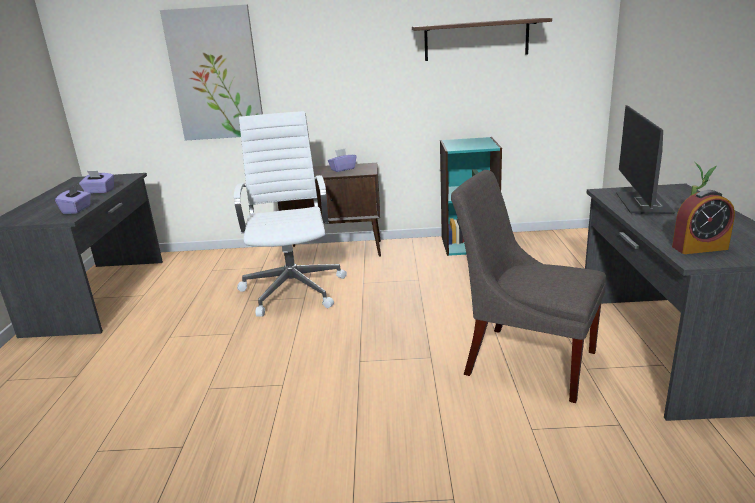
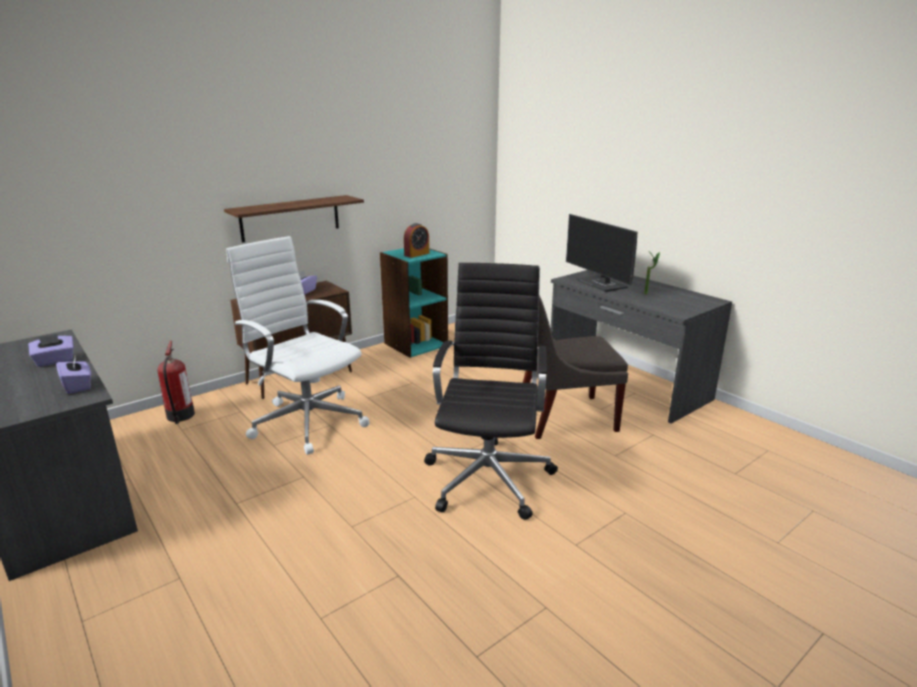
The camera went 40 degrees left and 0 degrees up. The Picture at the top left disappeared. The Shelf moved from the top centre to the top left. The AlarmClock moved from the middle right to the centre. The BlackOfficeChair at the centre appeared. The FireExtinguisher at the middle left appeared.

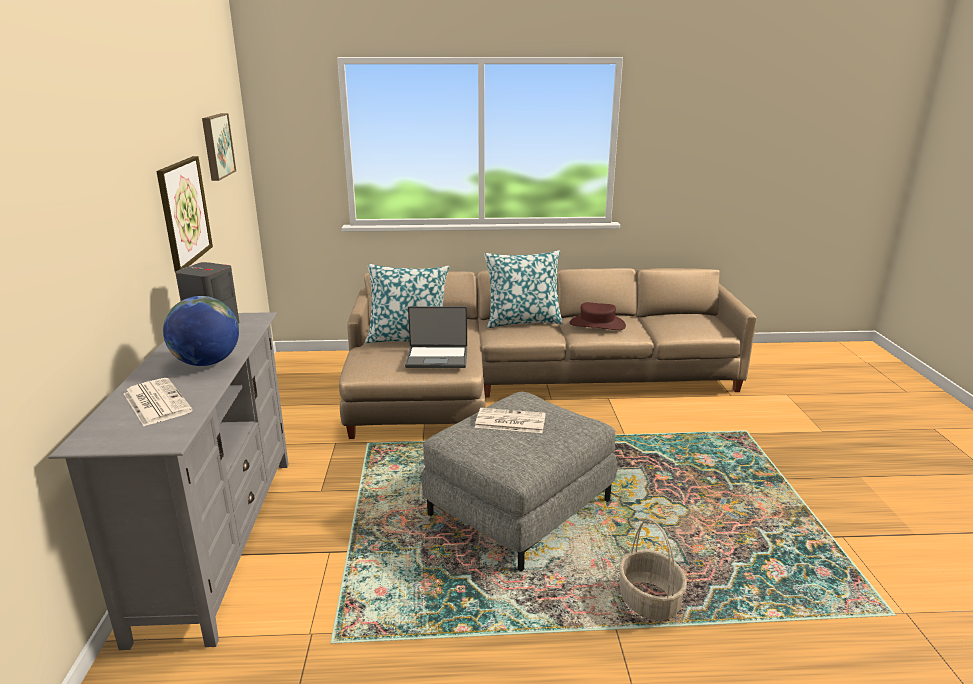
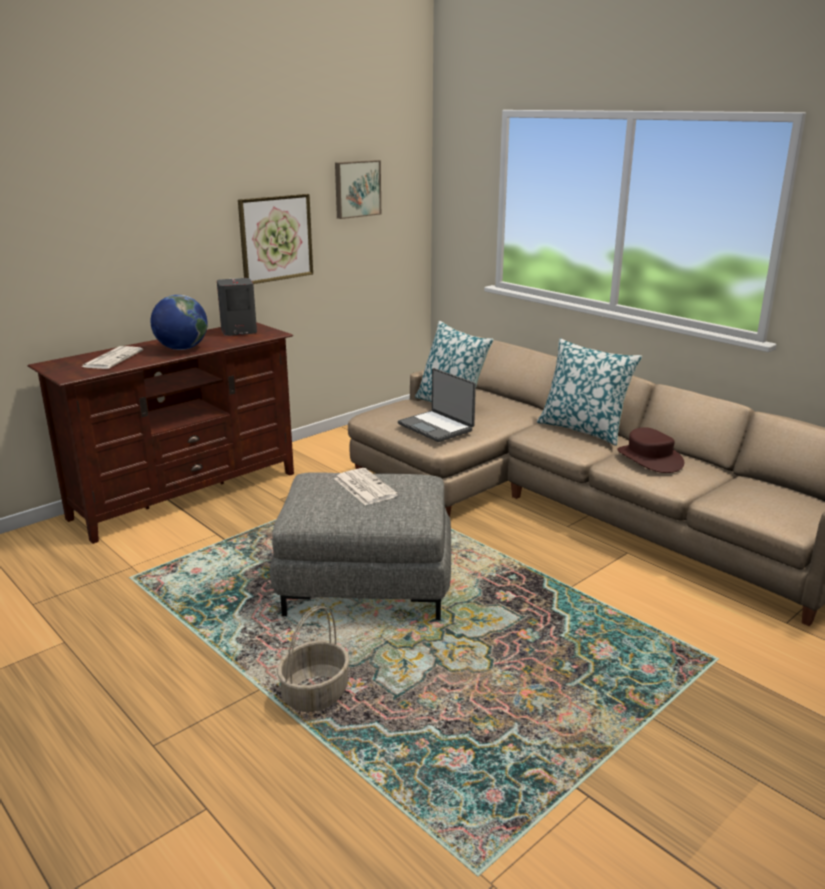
The camera went 50 degrees right and 0 degrees up. The GreyTvStand at the bottom left became the BrownTvStand at the middle left.

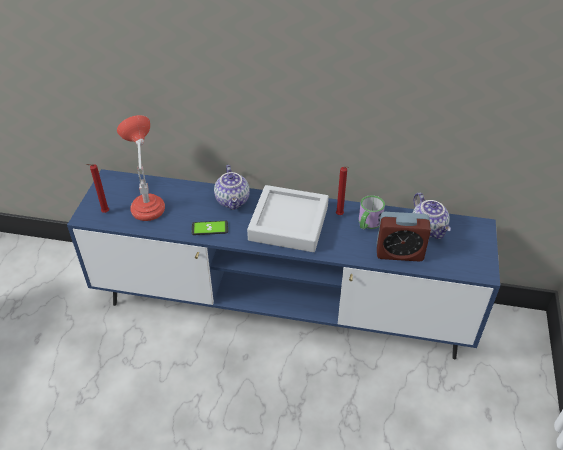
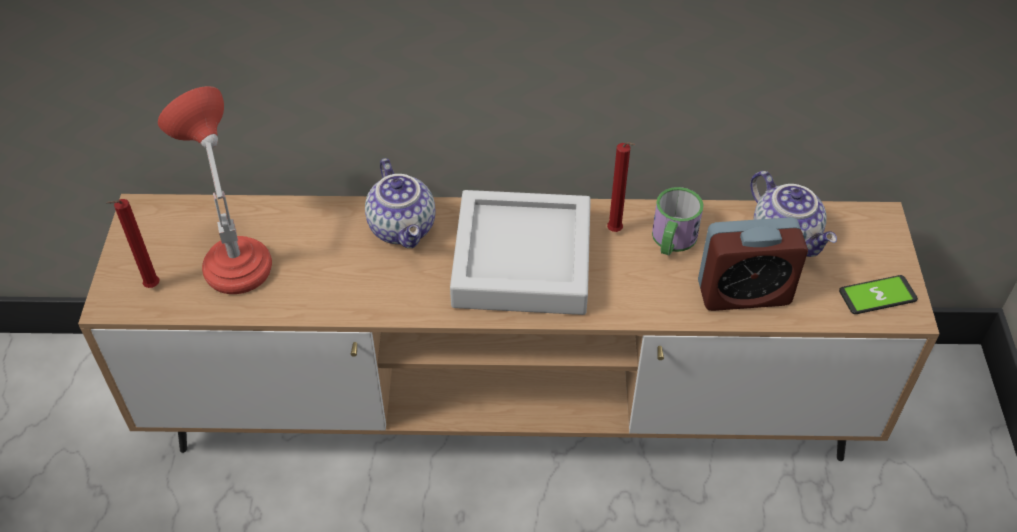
The camera went 10 degrees left and 5 degrees up. The BlueTvStand at the centre became the BrownTvStand at the centre. The Phone moved from the centre to the middle right.

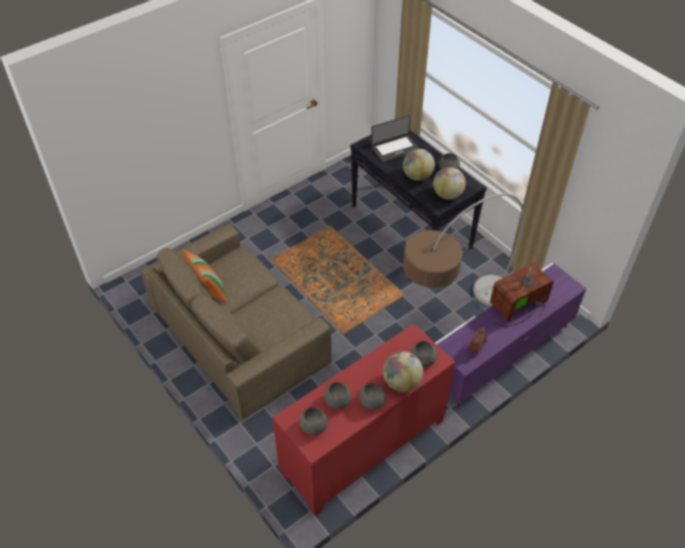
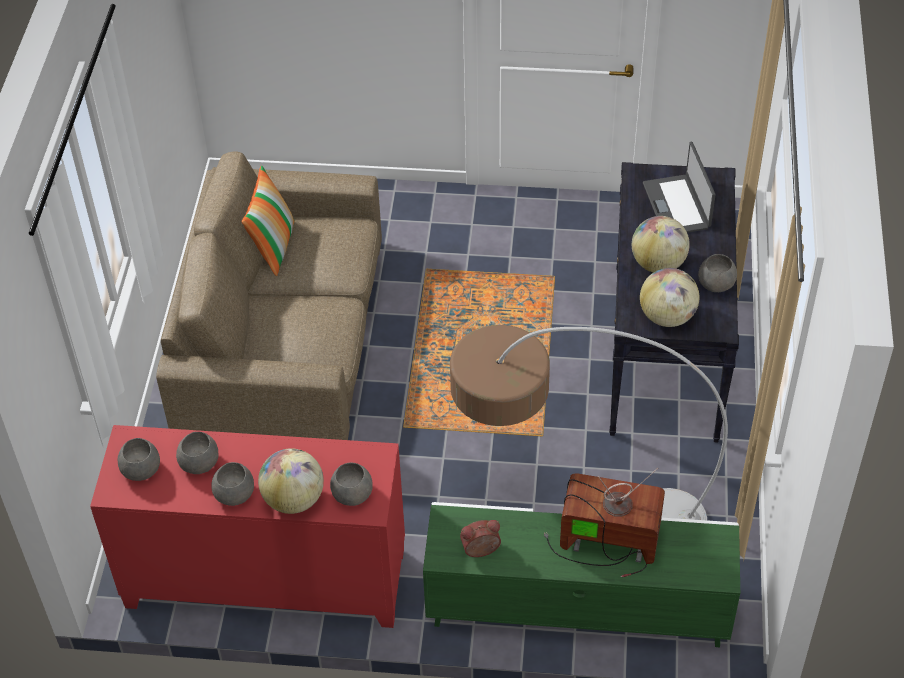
The camera went 45 degrees right and 0 degrees up. The Laptop at the top centre turned 60 degrees clockwise. The PurpleTvStand at the middle right became the GreenTvStand at the bottom centre.

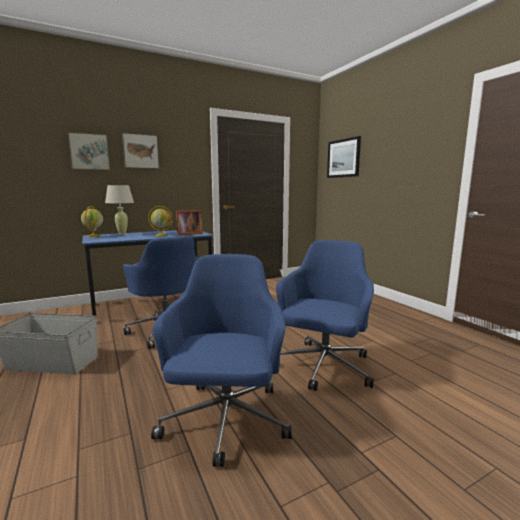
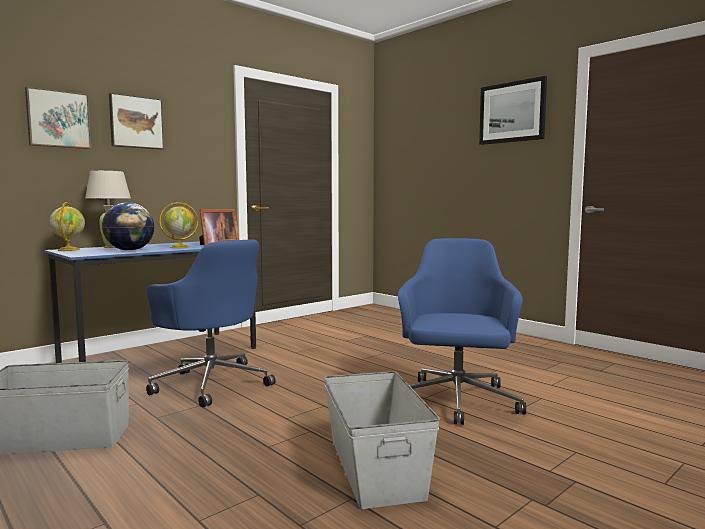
The camera went 15 degrees left and 5 degrees down. The Picture (3rd from left) moved from the top centre to the top right. The BlueOfficeChair (2nd from left) at the bottom centre was replaced by the GreyStorageBox (2nd from left) at the bottom centre. The Globe (2nd from left) at the middle left appeared.

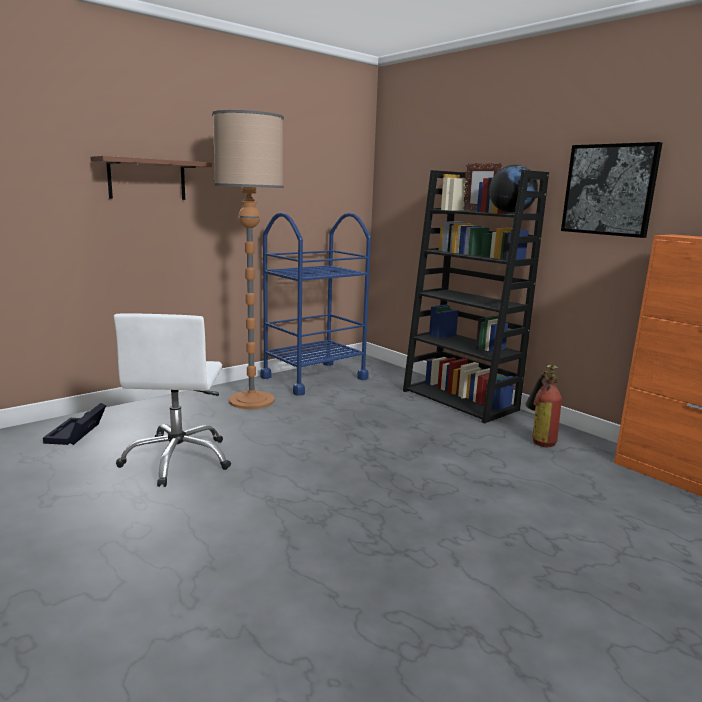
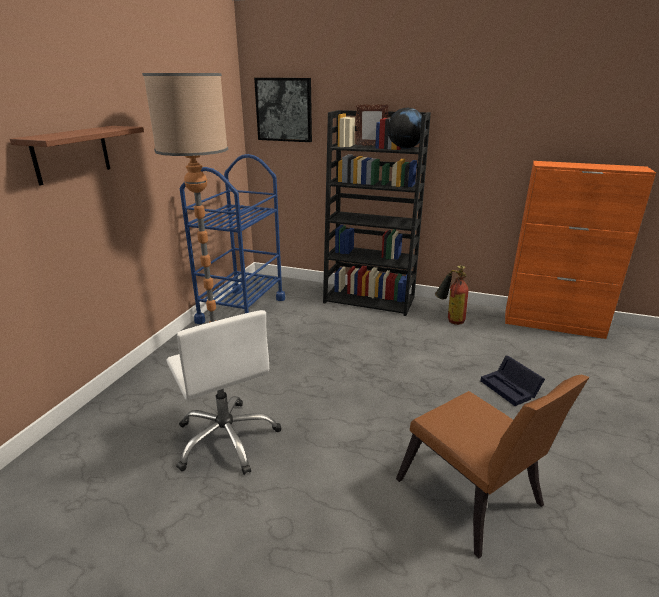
The camera went 30 degrees left and 10 degrees up. The Picture moved from the top right to the top centre. The BlackStorageBox moved from the middle left to the middle right. The BrownChair at the bottom right appeared.

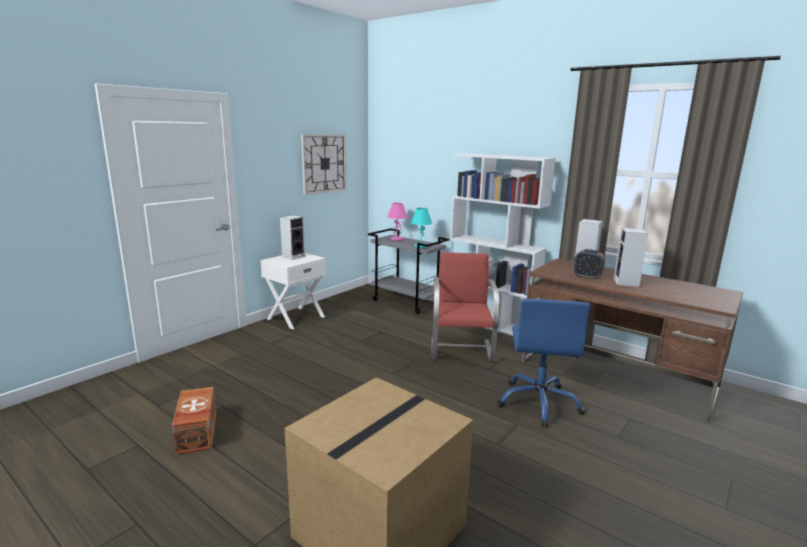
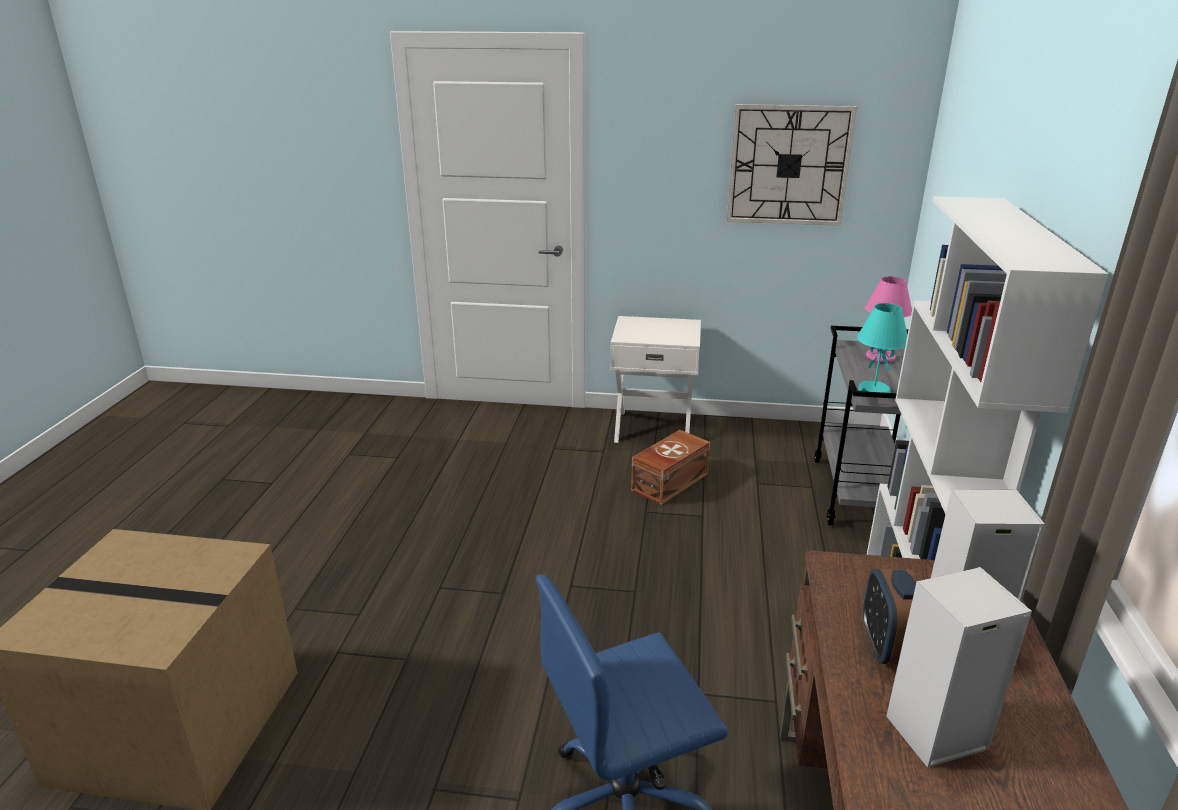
The camera went 60 degrees right and 10 degrees up. The Speaker (1st from left) at the centre disappeared. The RedChair at the centre disappeared. The BrownStorageBox moved from the bottom left to the centre.

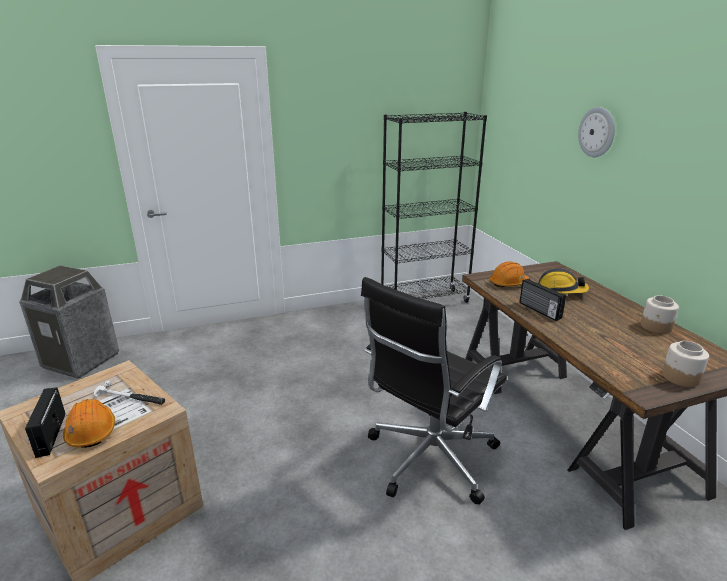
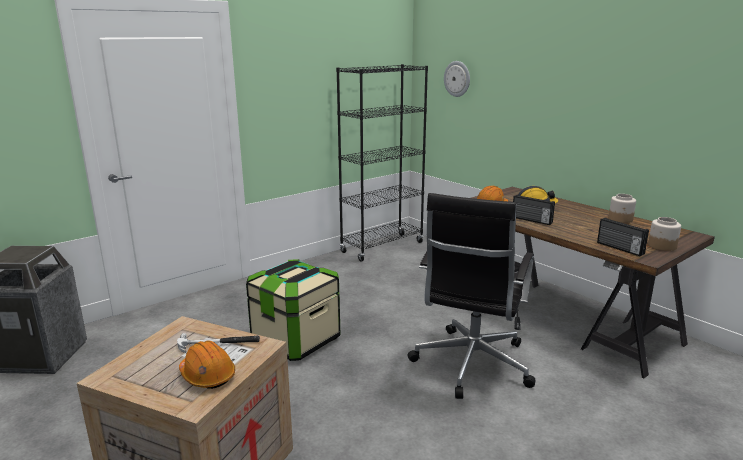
The camera went 20 degrees left and 5 degrees down. The WallClock moved from the top right to the top centre. The Radio (1st from left in the first image) moved from the bottom left to the middle right. The StorageBox at the bottom centre appeared.

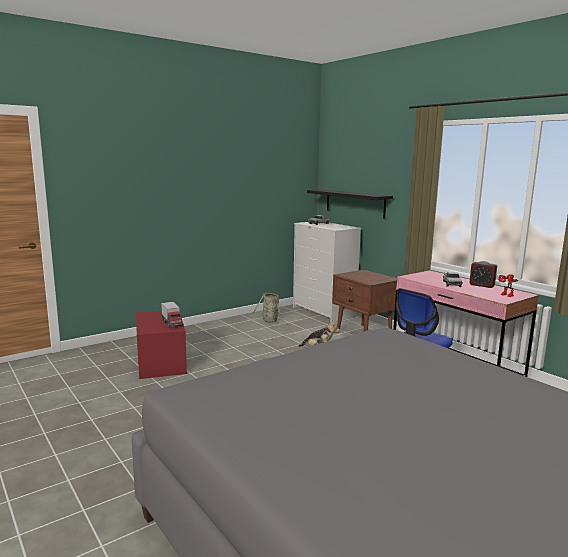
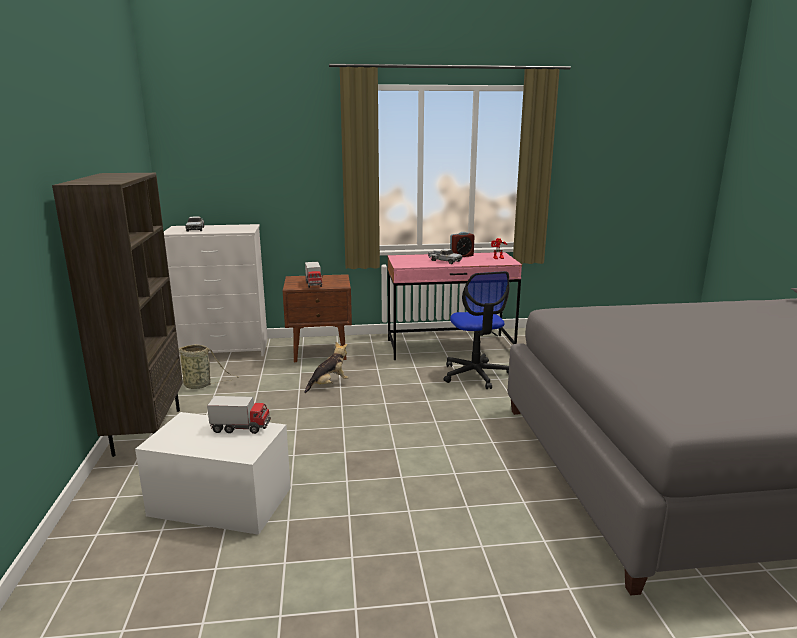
The camera went 60 degrees left and 5 degrees up. The BlackShelf at the centre disappeared. The RedStorageBox at the middle left became the WhiteStorageBox at the bottom left. The BrownBookcase at the middle left appeared. The ToyTruck (3rd from left) at the centre appeared.

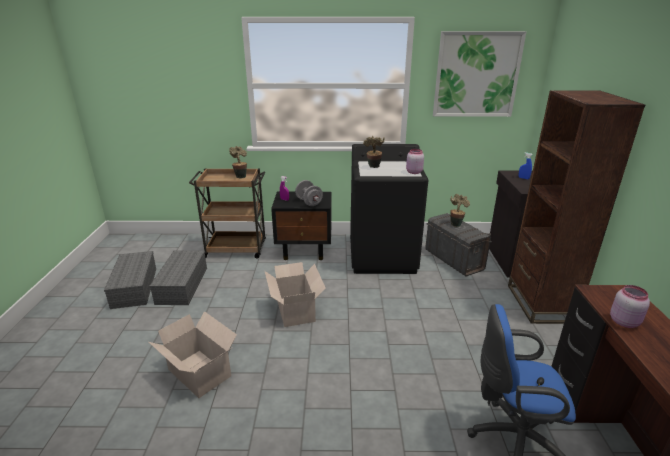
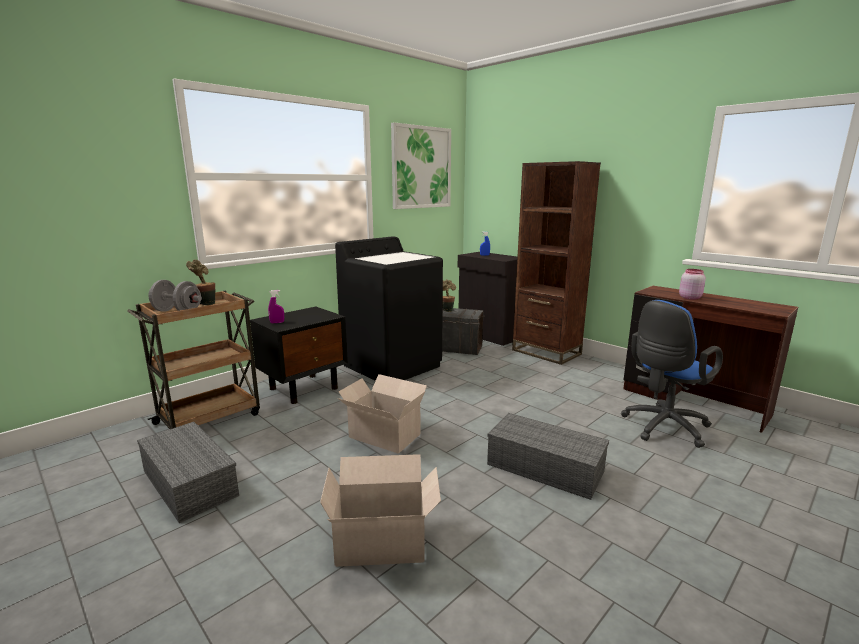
The camera went 45 degrees left and 10 degrees down. The PottedPlant (2nd from left) at the centre disappeared. The PinkJar (1st from left) at the centre disappeared. The GreyDumbbell moved from the centre to the middle left. The GreyStorageBox (1st from left in the first image) moved from the middle left to the bottom centre.

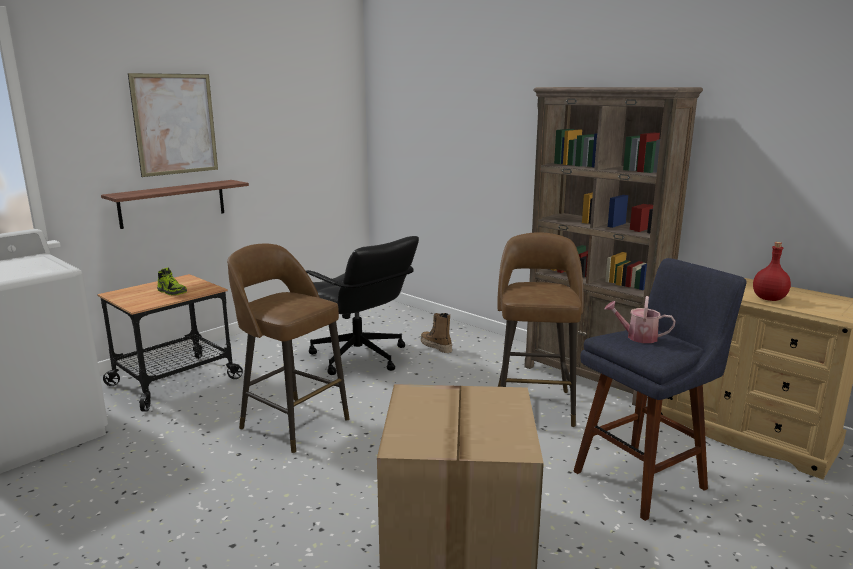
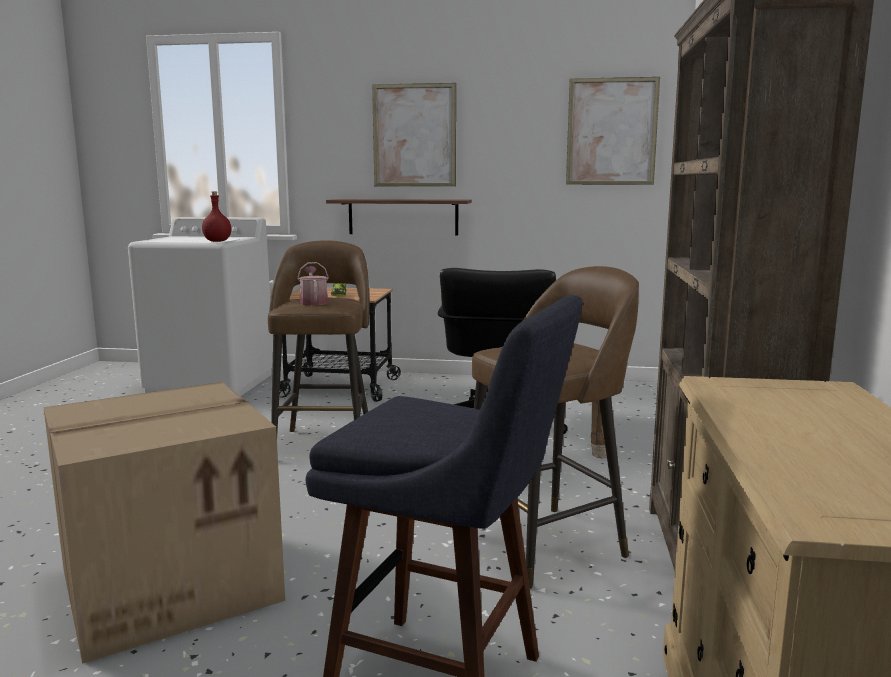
The camera went 55 degrees right and 5 degrees down. The RedBottle moved from the middle right to the top left. The WateringCan moved from the middle right to the centre. The Picture (2nd from left) at the top right appeared.

